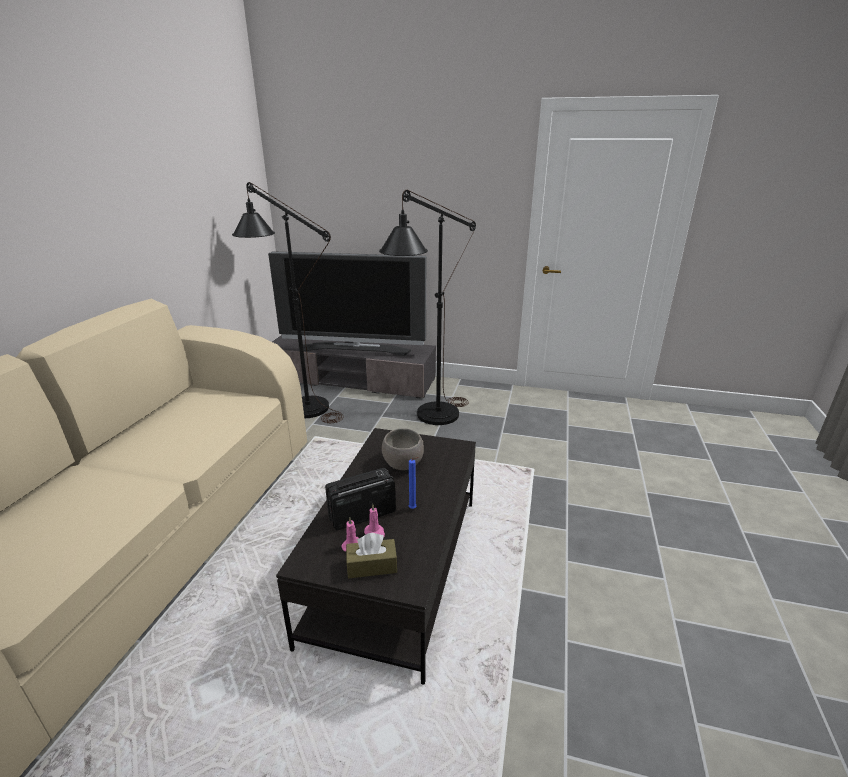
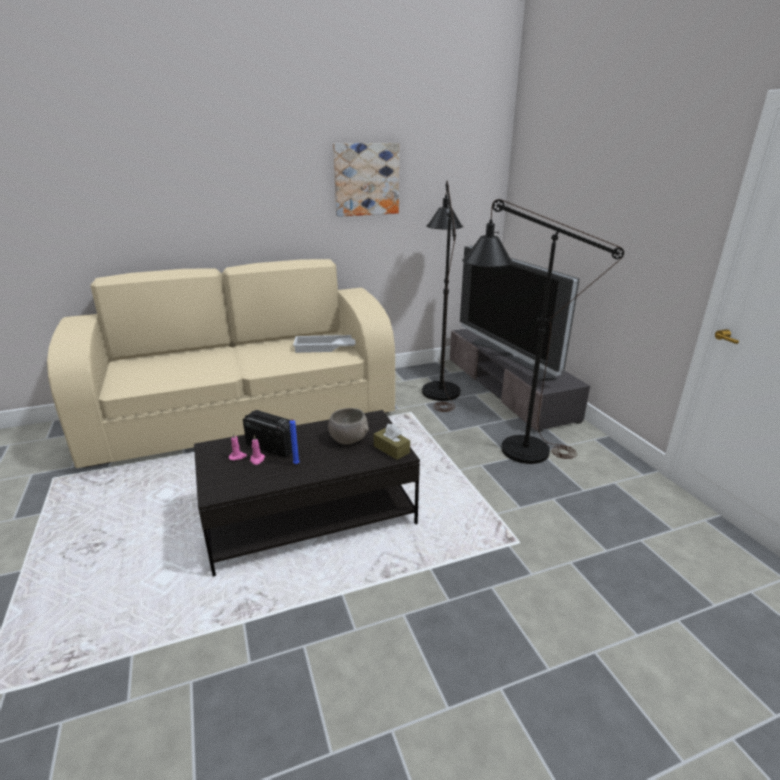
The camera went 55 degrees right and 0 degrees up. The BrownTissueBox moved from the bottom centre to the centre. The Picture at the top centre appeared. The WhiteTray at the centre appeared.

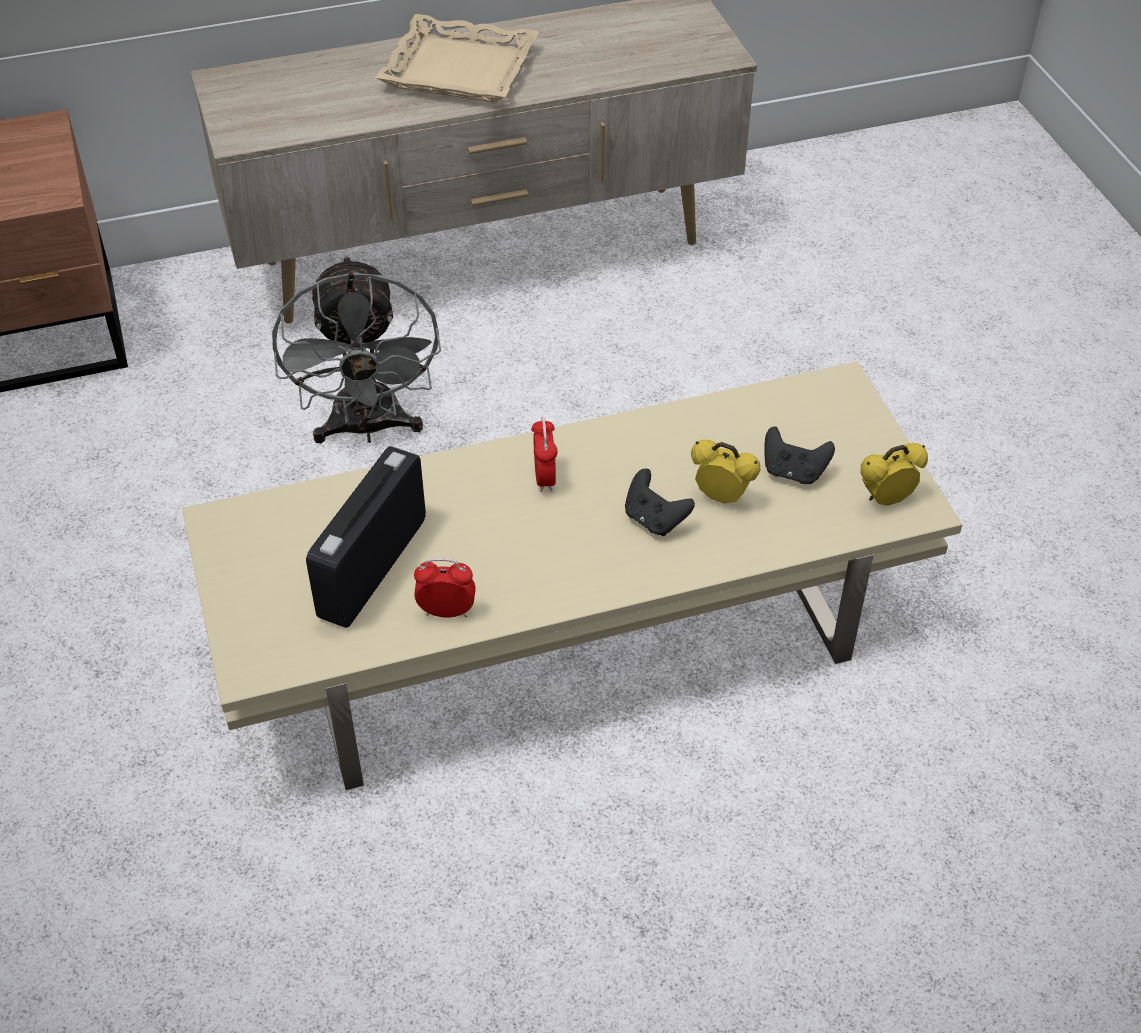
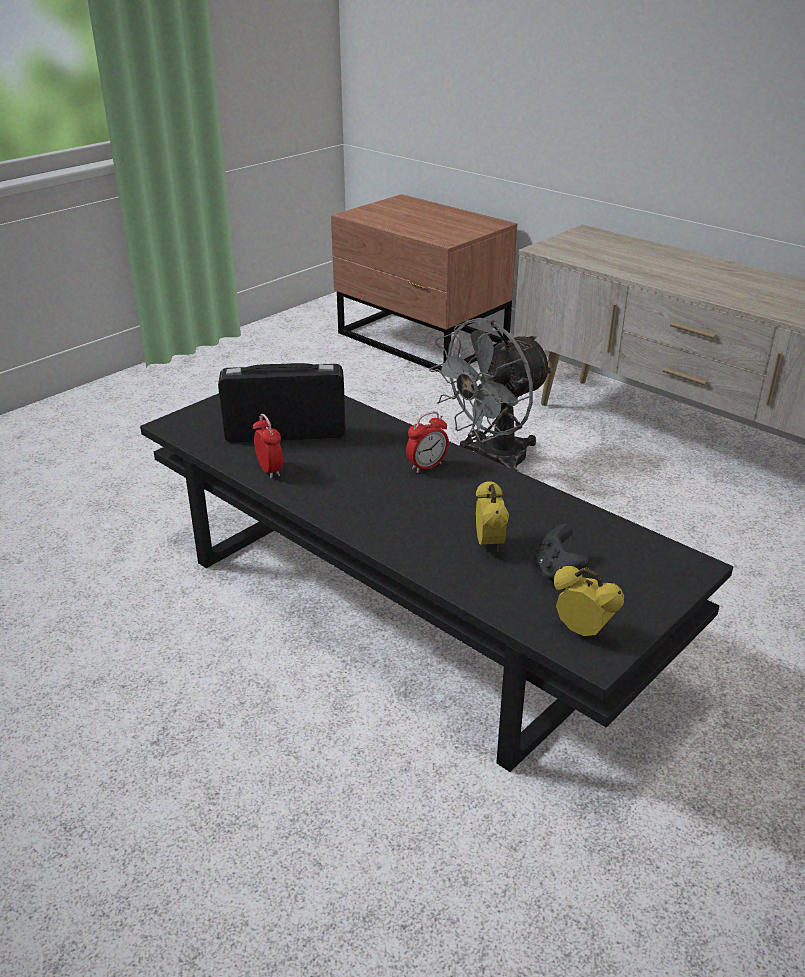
The camera went 60 degrees right and 15 degrees down. The BeigeTray at the top centre disappeared. The BeigeCoffeeTable at the centre became the BlackCoffeeTable at the centre. The BlackGameController (1st from left) at the centre disappeared.

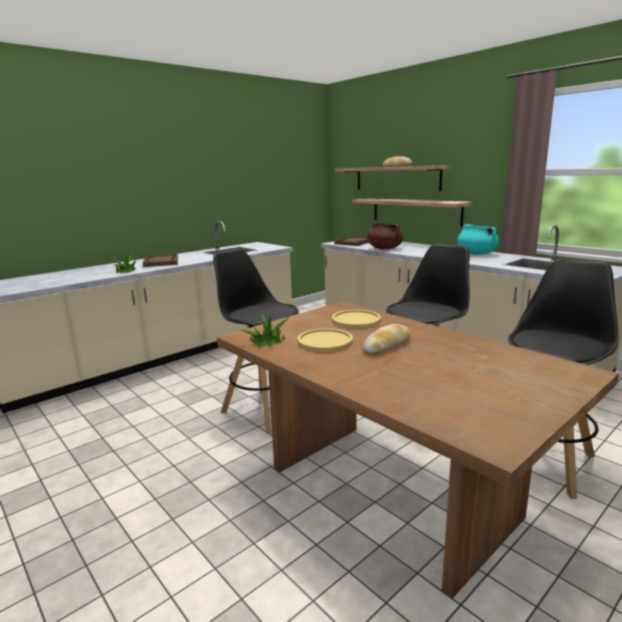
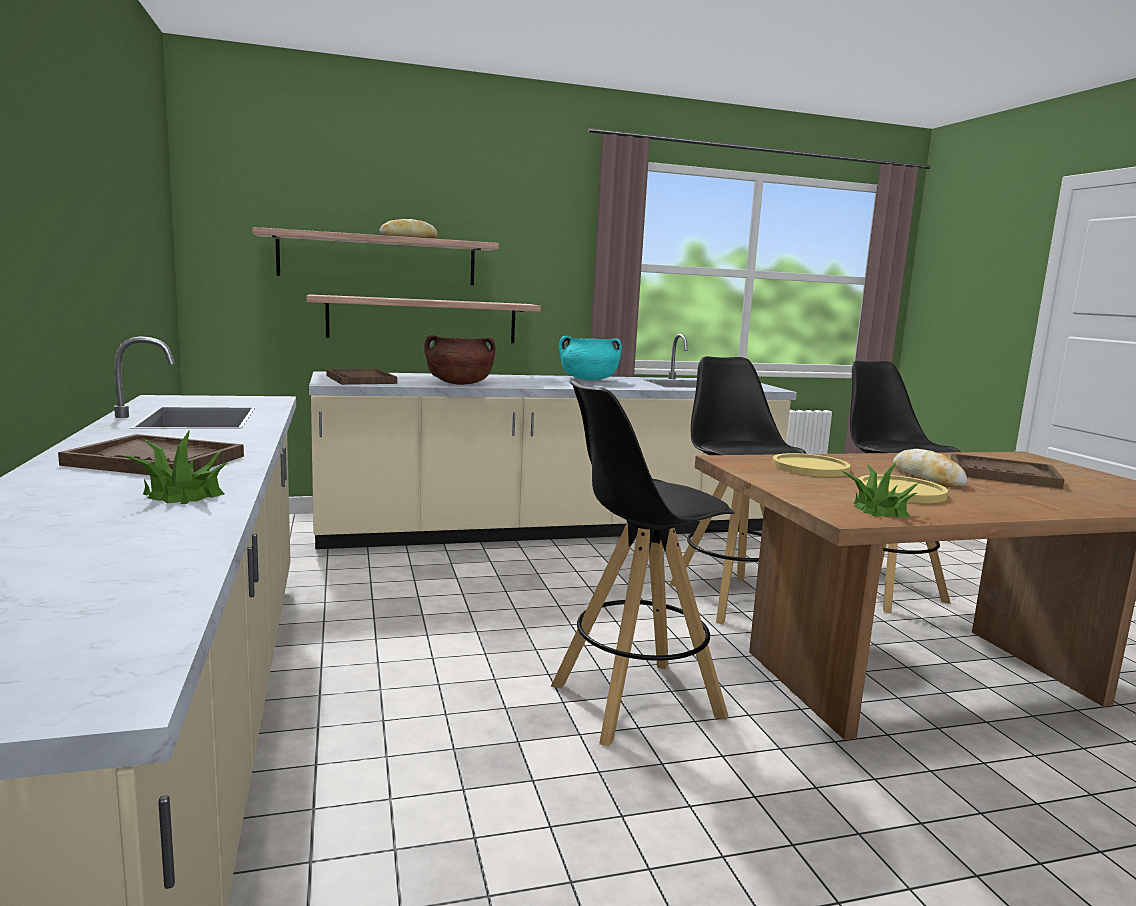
The camera went 65 degrees left and 5 degrees down. The BrownTray (3rd from left) at the middle right appeared.

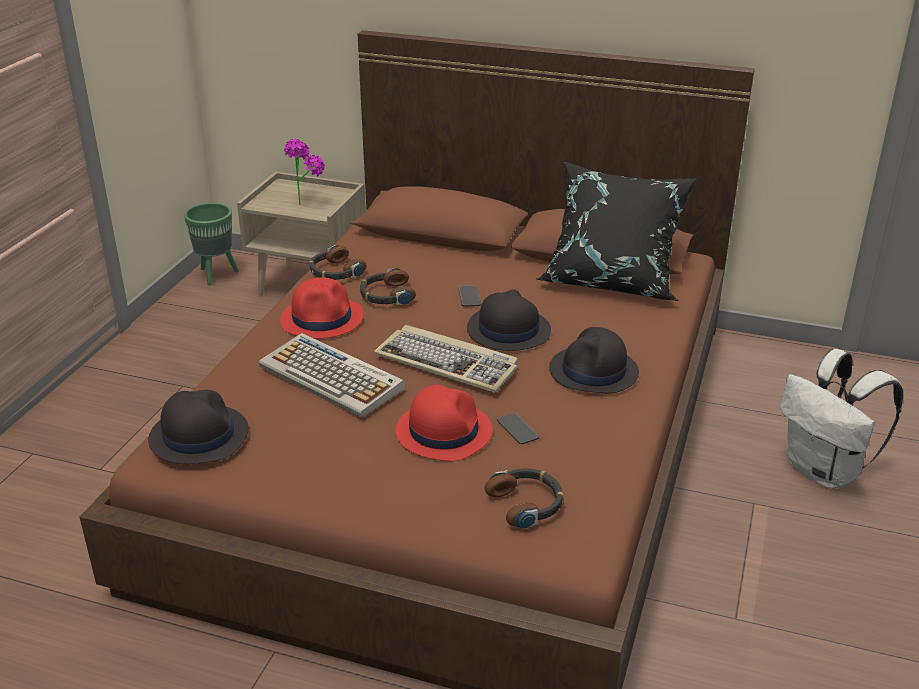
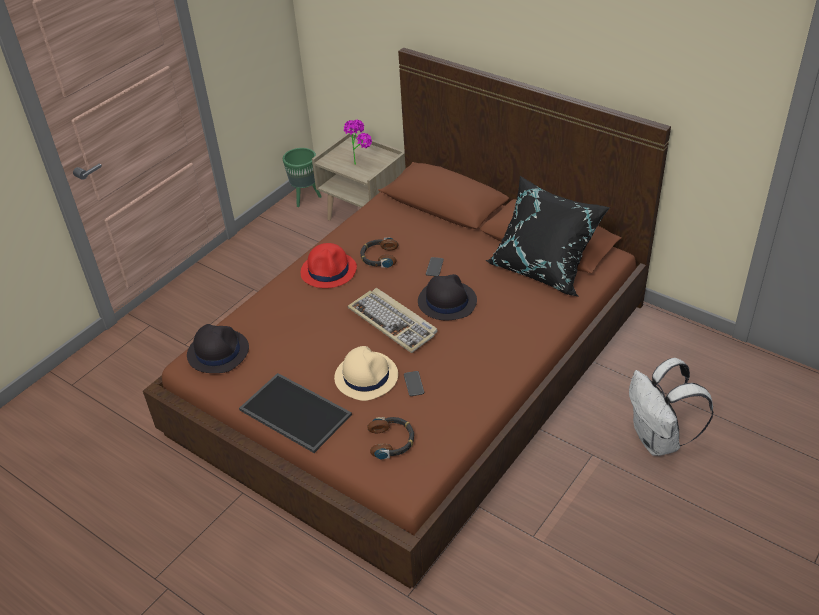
The camera went 20 degrees right and 10 degrees up. The Headphones (1st from left) at the centre disappeared. The BlackHat (3rd from left) at the centre disappeared. The Keyboard (1st from left) at the centre disappeared. The RedHat (2nd from left) at the centre became the BeigeHat at the centre. The Tray at the bottom centre appeared.

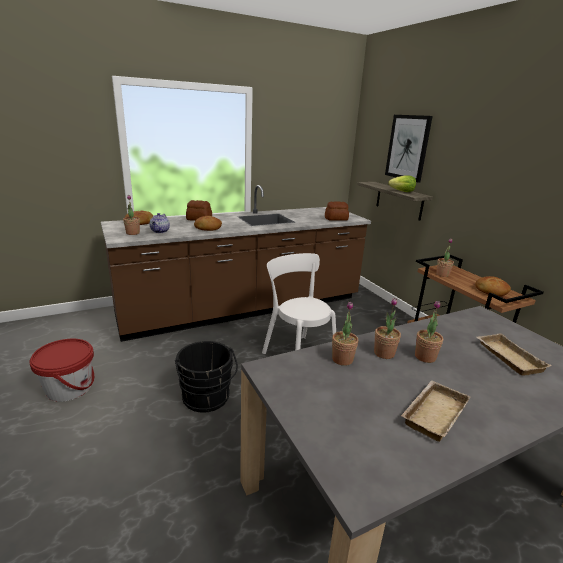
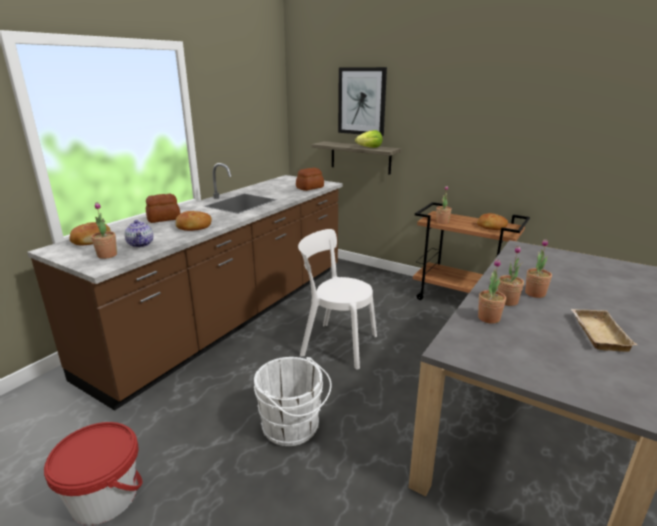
The camera went 30 degrees left and 0 degrees up. The BeigeTray (2nd from left) at the middle right disappeared. The BlackBucket at the bottom centre became the WhiteBucket at the bottom centre.

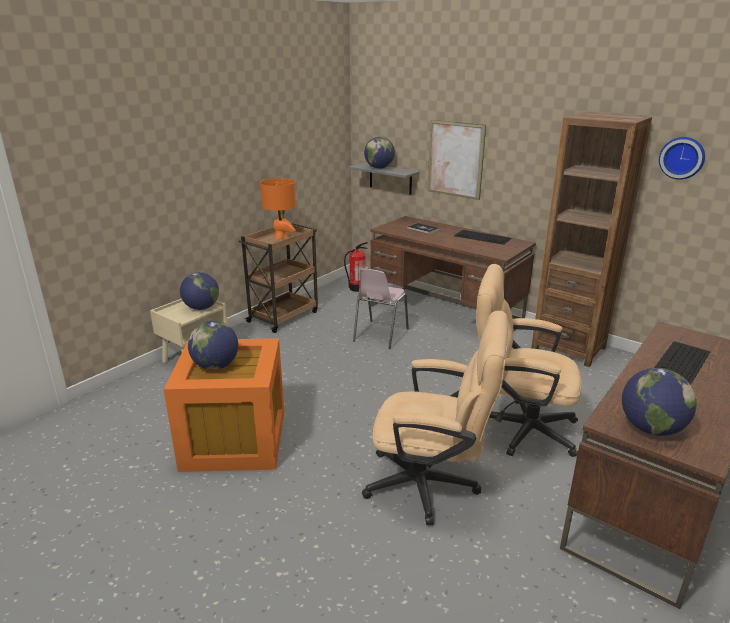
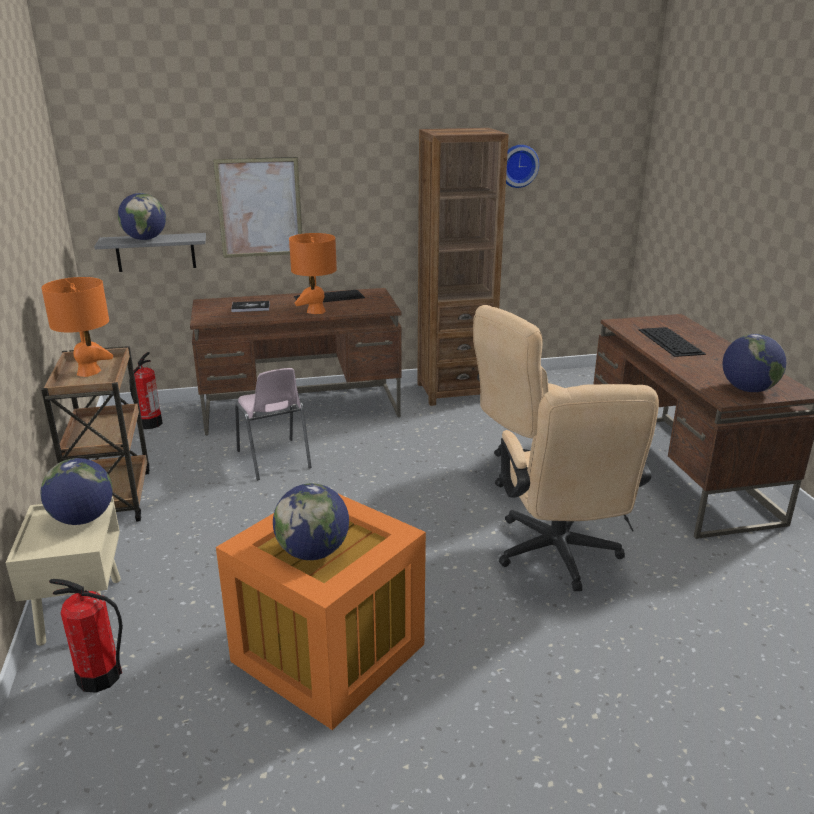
The camera went 50 degrees left and 0 degrees up. The BeigeOfficeChair (1st from left in the first image) at the bottom centre turned 120 degrees clockwise. The OrangeTableLamp (2nd from left) at the centre appeared. The FireExtinguisher (1st from left) at the bottom left appeared.

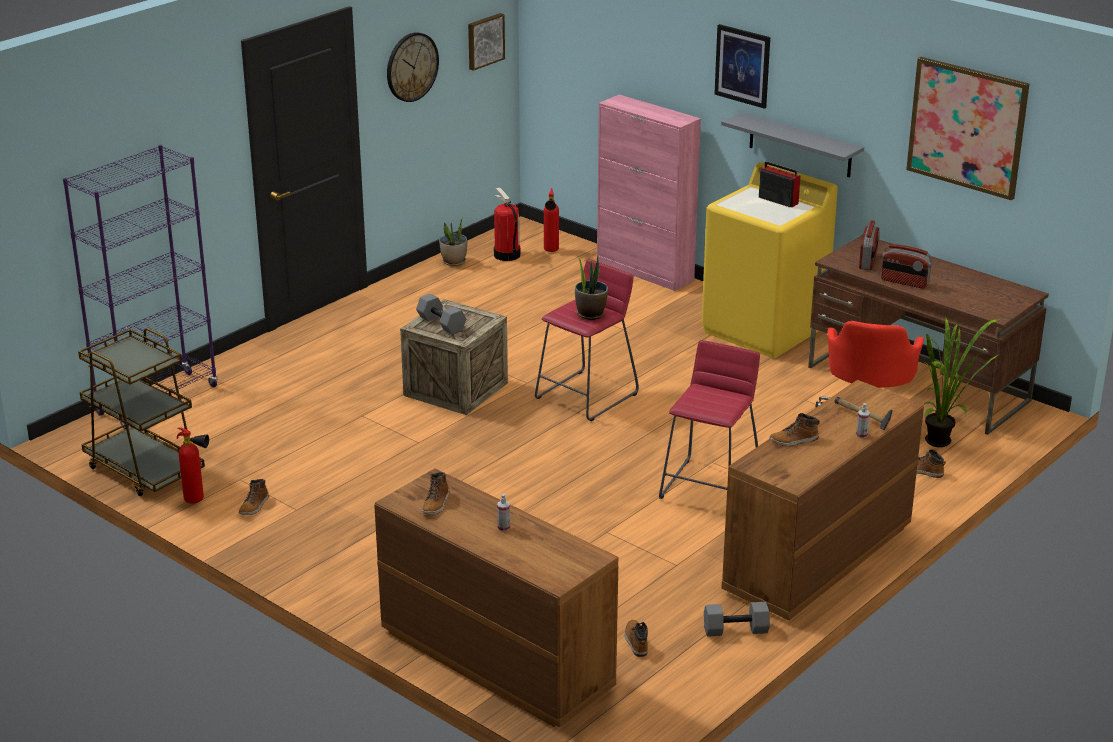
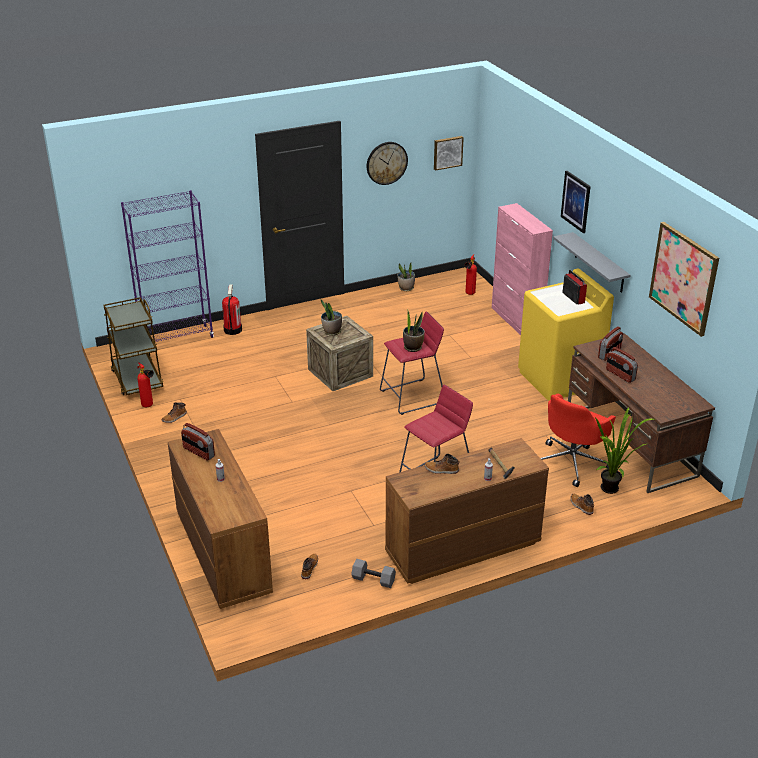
The camera went 25 degrees right and 5 degrees up. The FireExtinguisher (2nd from left) moved from the top centre to the middle left. The GreyDumbbell (1st from left) at the centre was replaced by the PottedPlant (1st from left) at the centre. The Boot (2nd from left) at the centre was replaced by the Radio (1st from left) at the middle left.

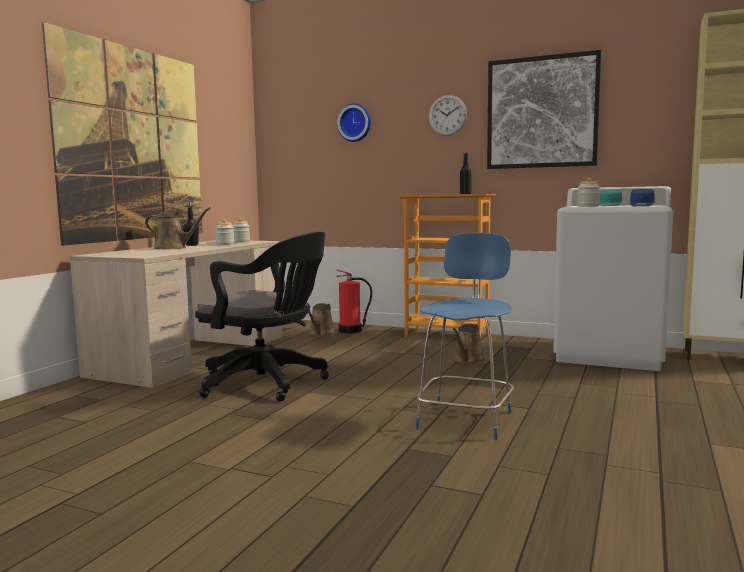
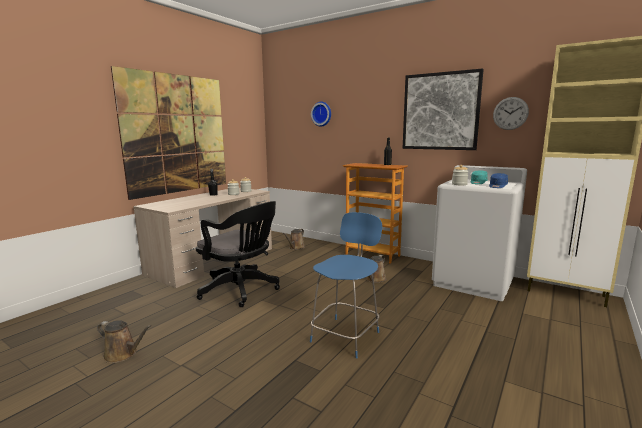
The camera went 10 degrees right and 5 degrees up. The WallClock (2nd from left) moved from the top centre to the top right. The BrownWateringCan (1st from left) moved from the middle left to the bottom left. The FireExtinguisher at the centre disappeared.

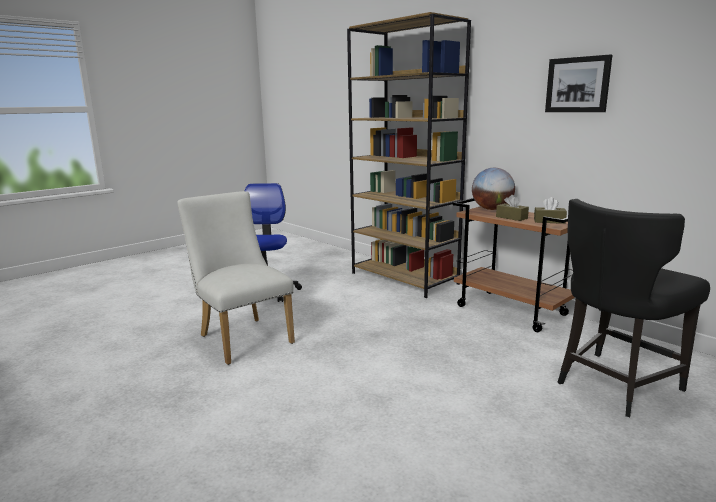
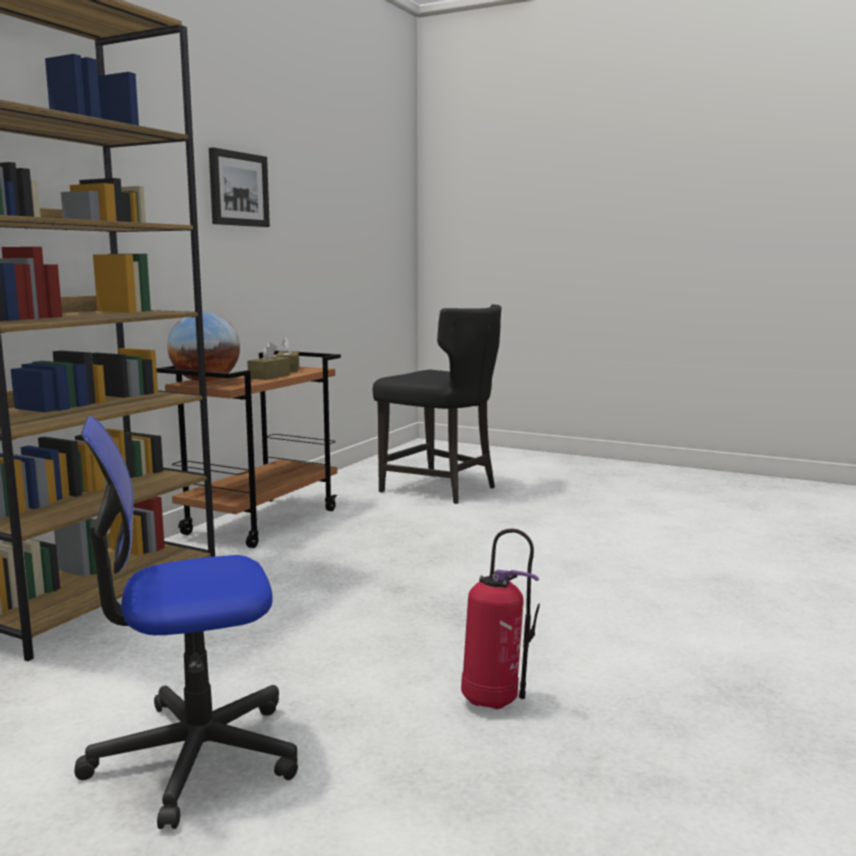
The camera went 110 degrees left and 5 degrees down. The WhiteChair at the middle left was replaced by the FireExtinguisher at the bottom centre.

